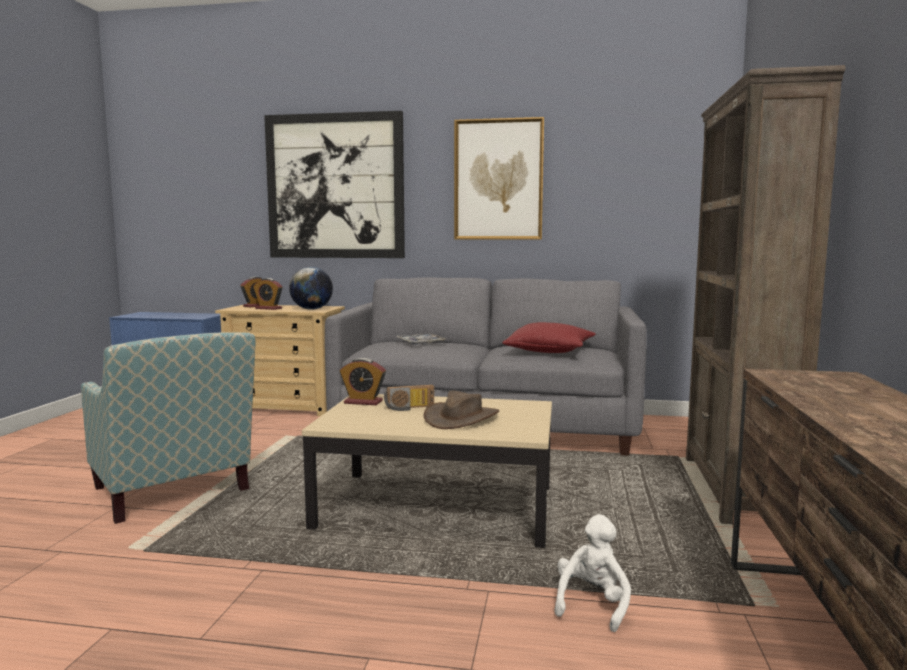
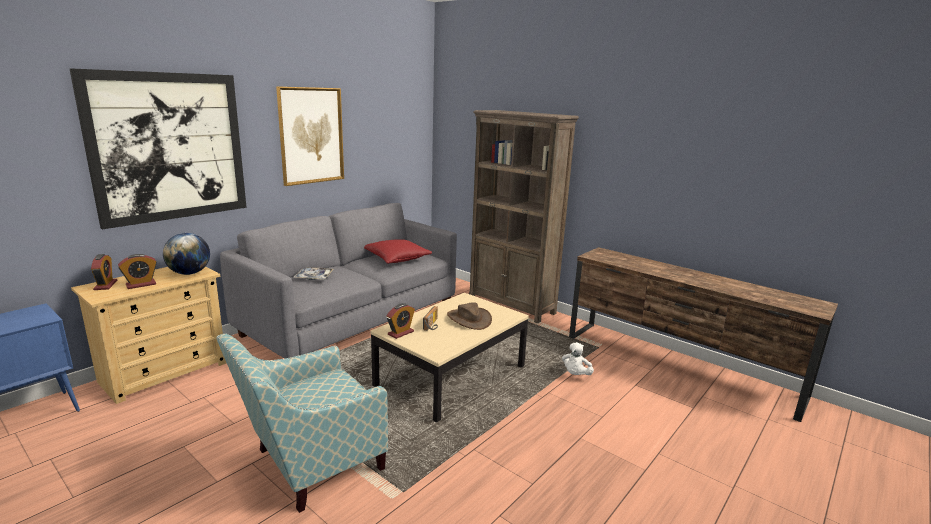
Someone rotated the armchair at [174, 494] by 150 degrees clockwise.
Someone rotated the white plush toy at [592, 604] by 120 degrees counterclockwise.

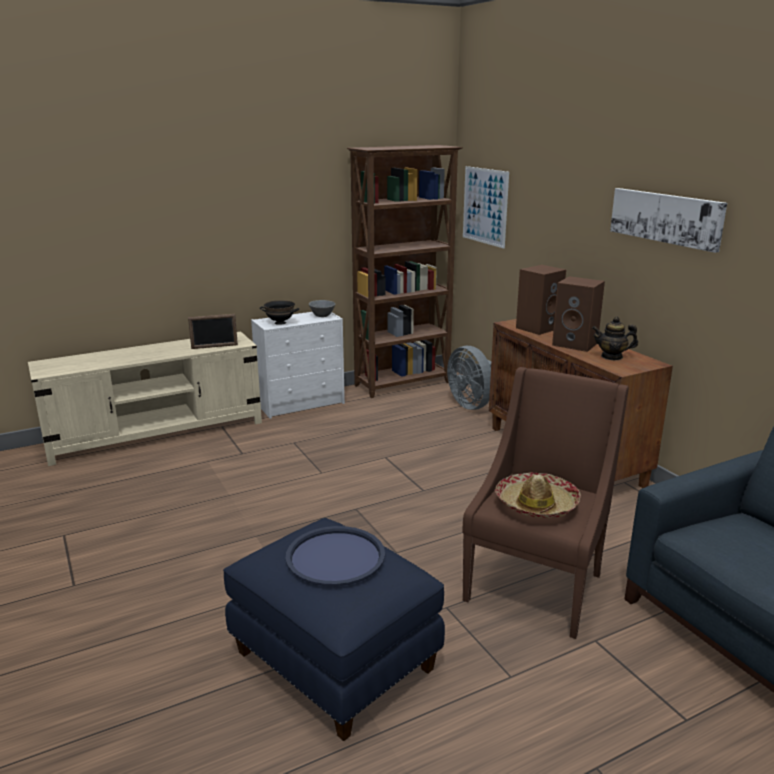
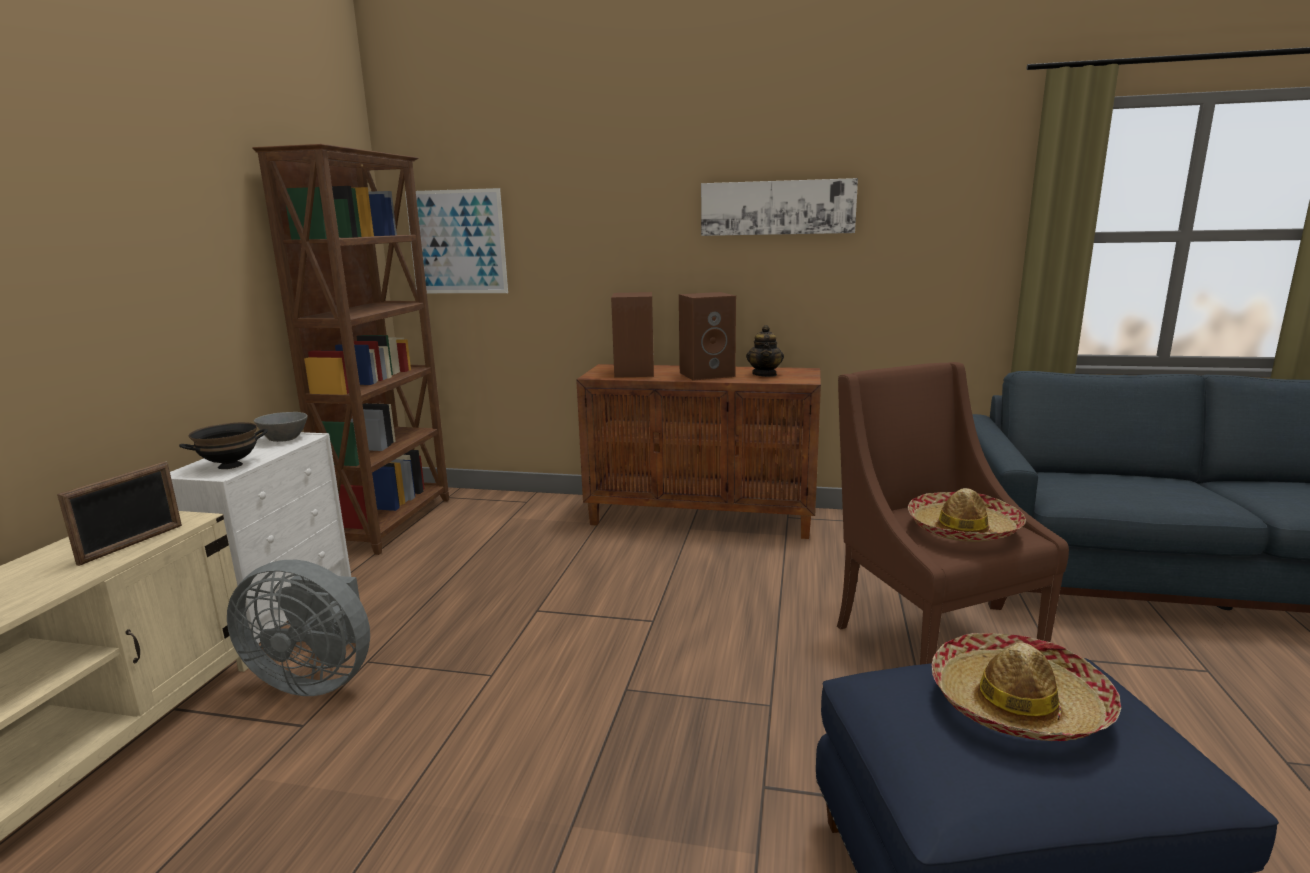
Someone carried the grey fan from [473, 405] to [316, 679].
Someone swapped the blue tray at [335, 557] for the hat at [1018, 703].
Someone rotated the teapot at [612, 357] by 45 degrees counterclockwise.

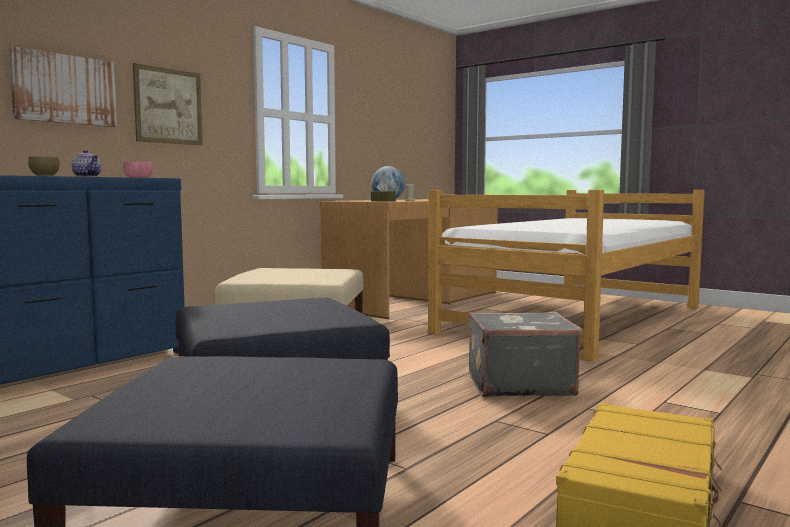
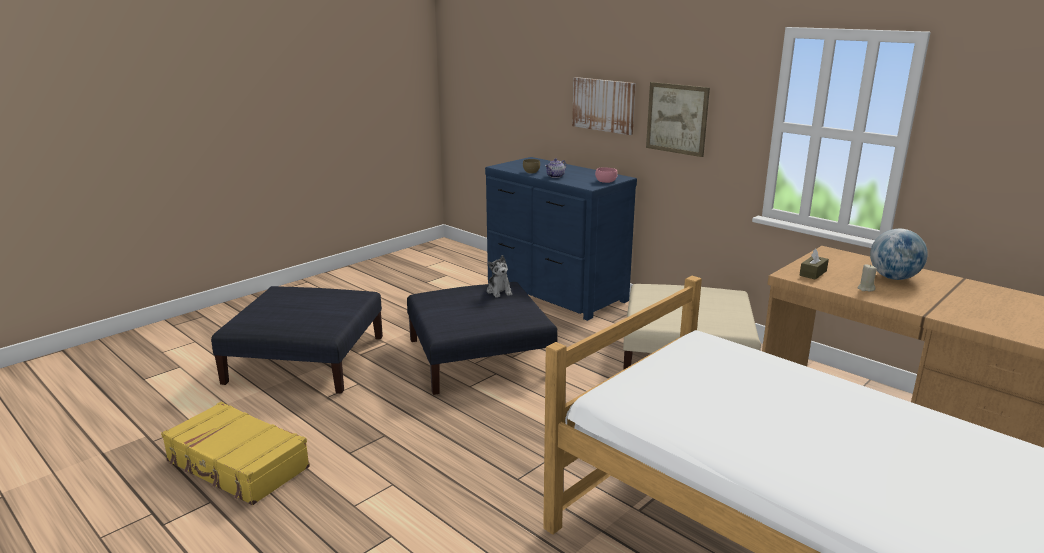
Someone took away the grey suitcase at [518, 384].
Someone put down the plush toy at [499, 291].

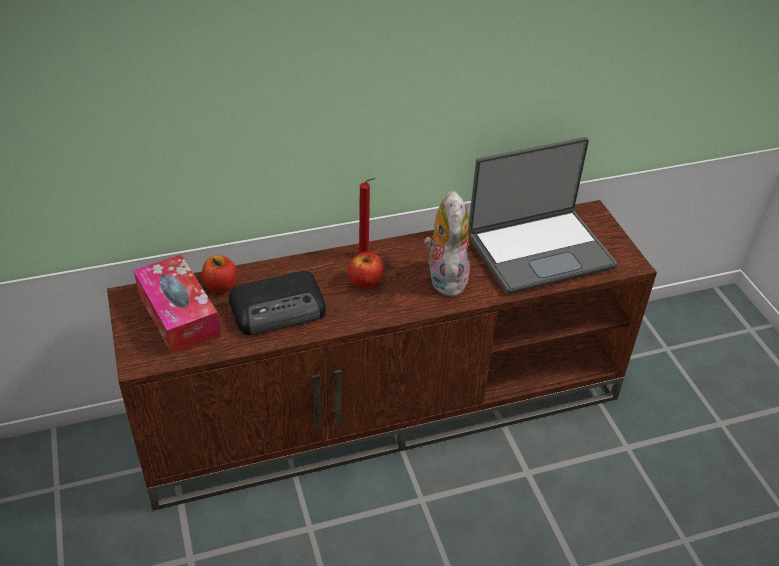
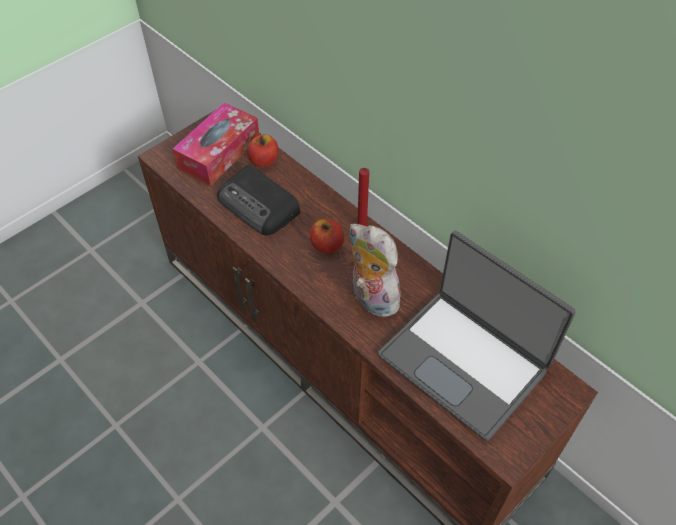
Someone rotated the plush toy at [444, 277] by 105 degrees counterclockwise.

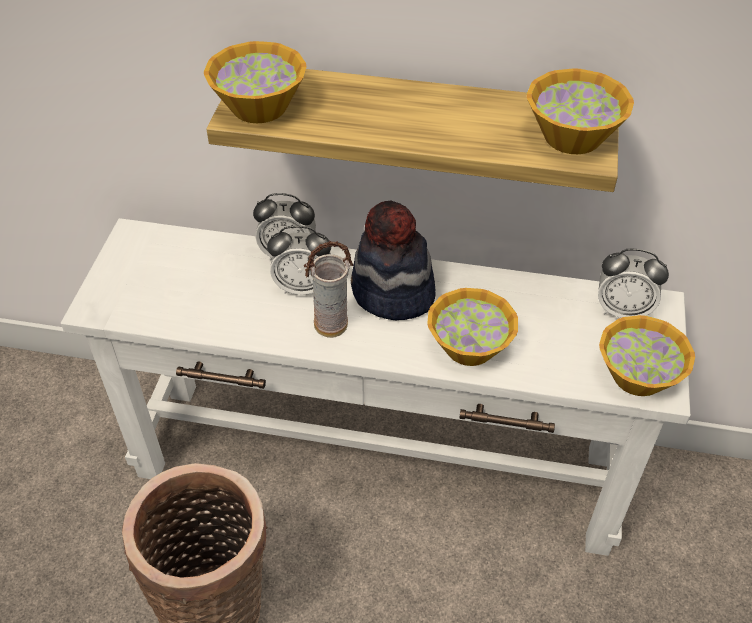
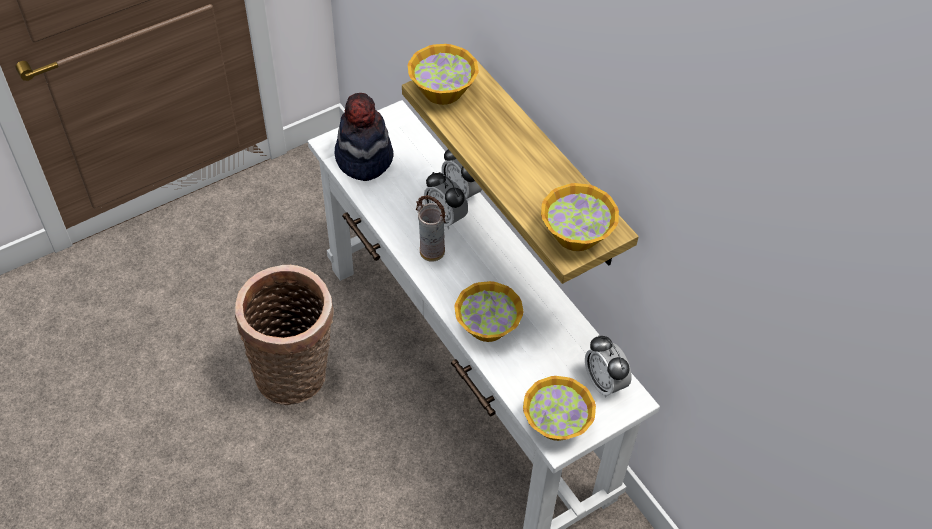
Someone carried the hat from [392, 293] to [363, 158].

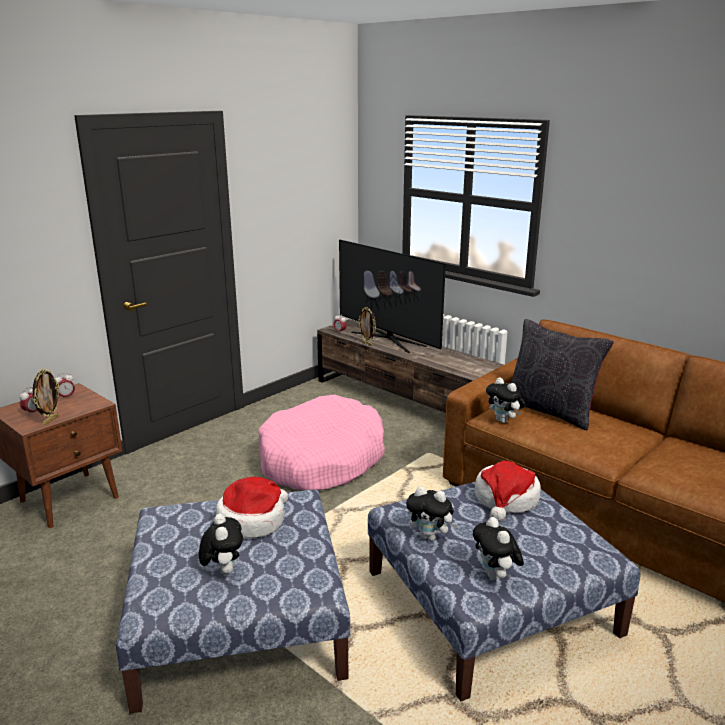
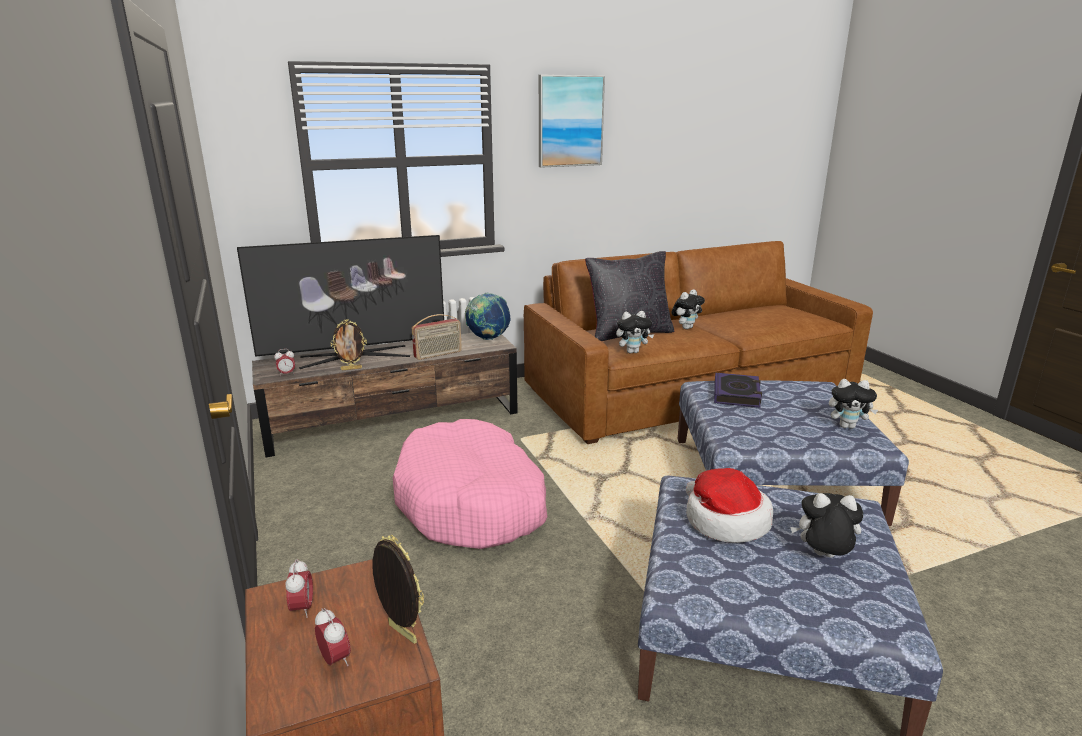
Someone put down the radio at [438, 355].
Someone put down the globe at [488, 338].
Someone put up the picture at [570, 121].
Someone carried the plush toy from [430, 537] to [686, 327].
Someone swapped the hat at [506, 499] for the book at [736, 394].

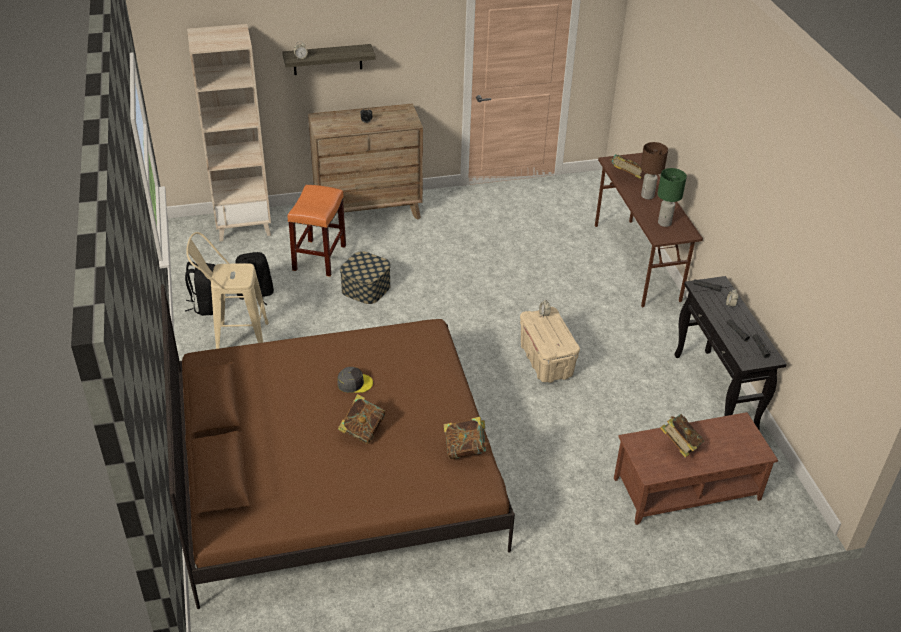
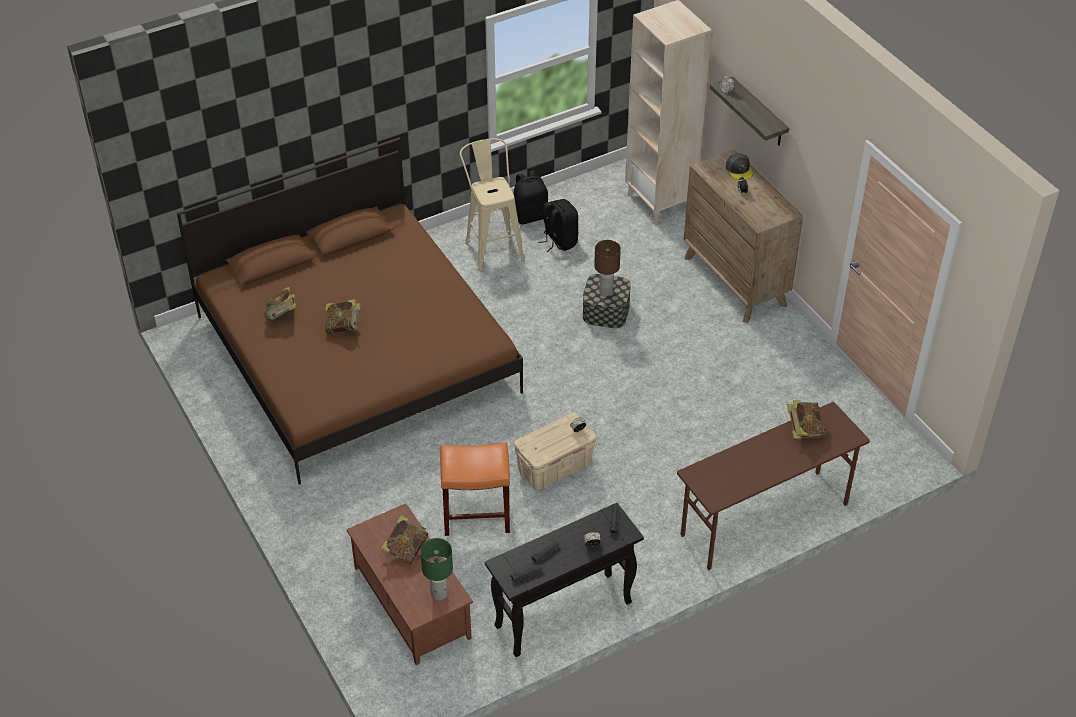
Someone carried the orange stool from [319, 258] to [475, 516].
Someone carried the grey cap from [354, 383] to [739, 169].
Someone carried the book from [465, 449] to [282, 314].
Someone carried the brown table lamp from [647, 196] to [605, 291].
Someone carried the green table lamp from [664, 223] to [439, 594].

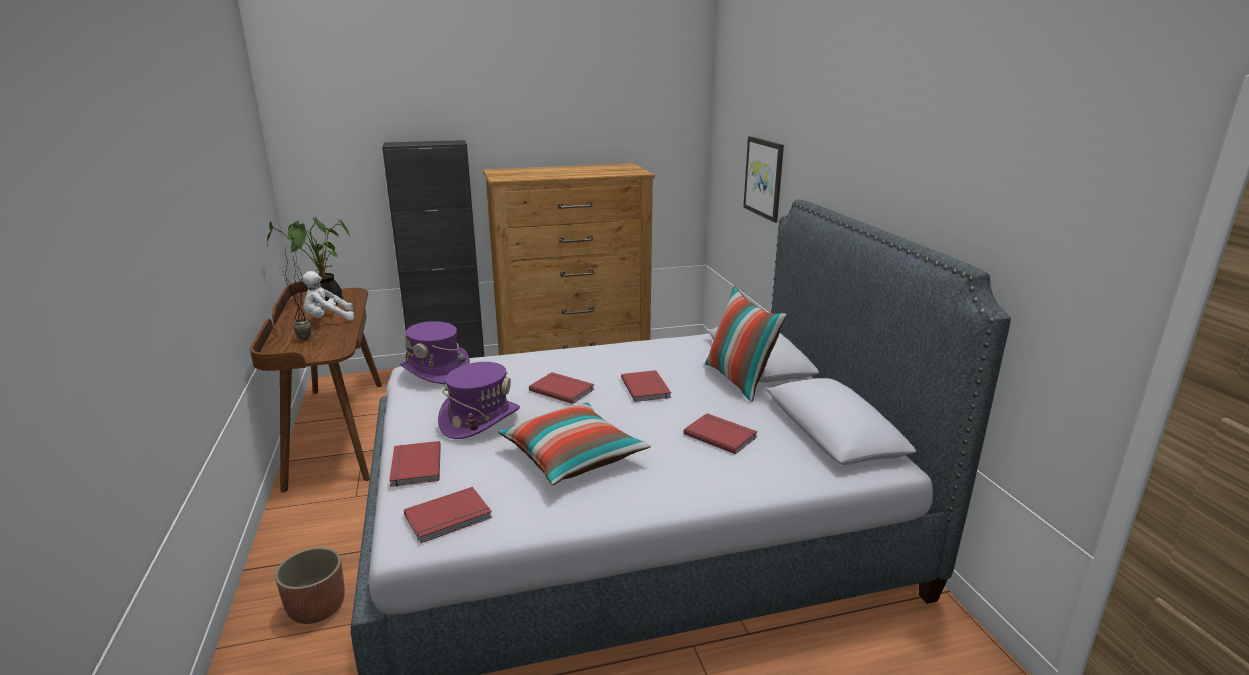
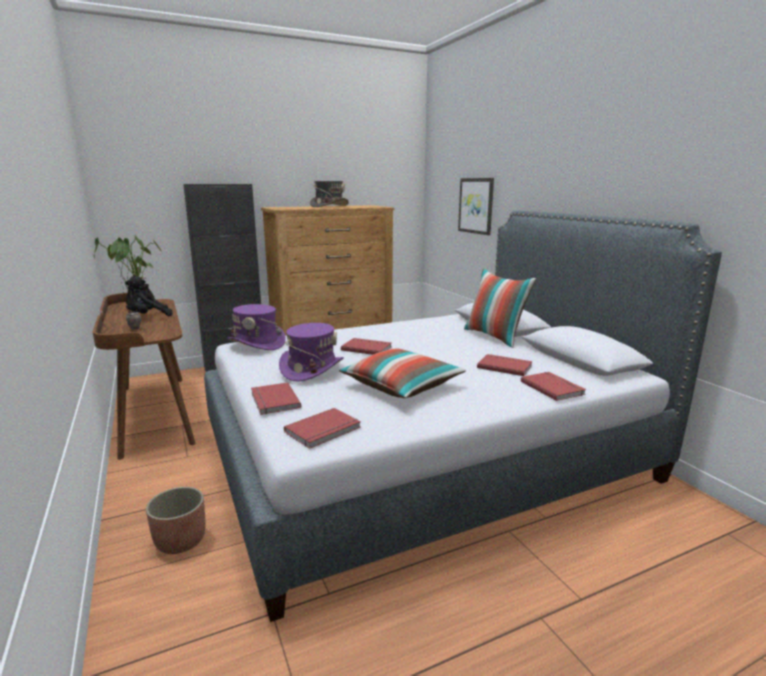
Someone put down the grey hat at [329, 206].
Someone carried the red book from [647, 387] to [553, 387].
Someone repainted the white plush toy at [328, 319], which became the black plush toy at [149, 317].

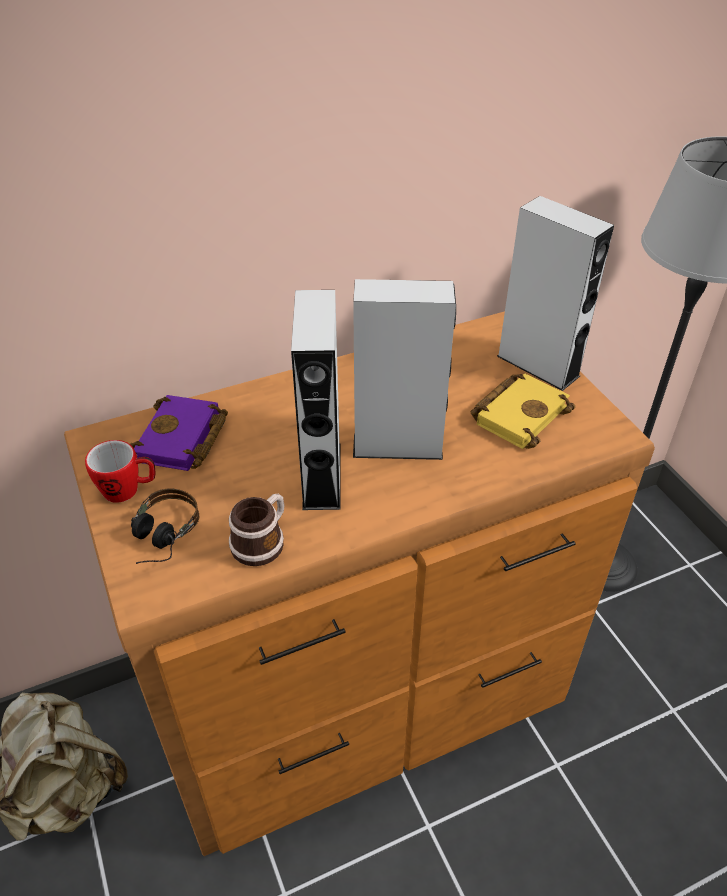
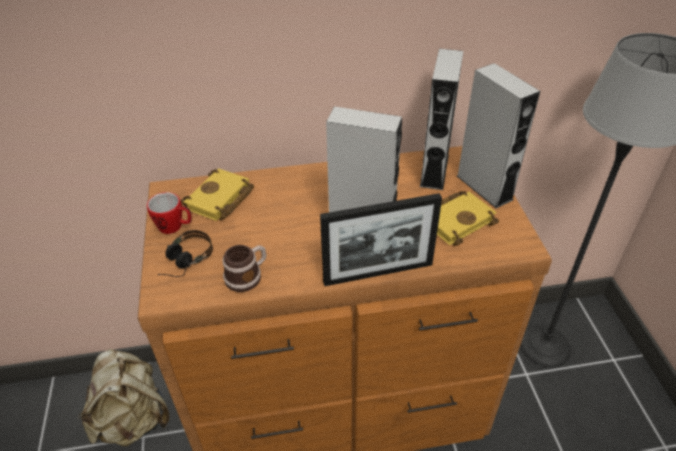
Someone put down the picture frame at [378, 273].
Someone carried the grey speaker from [322, 475] to [434, 170].
Someone repainted the purple book at [182, 441], which became the yellow book at [220, 200].

